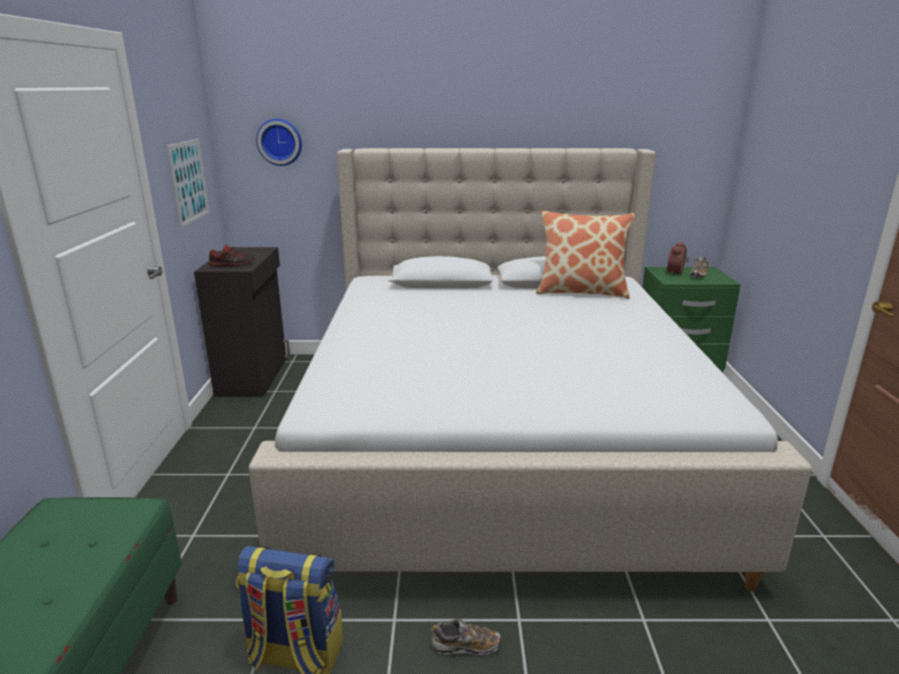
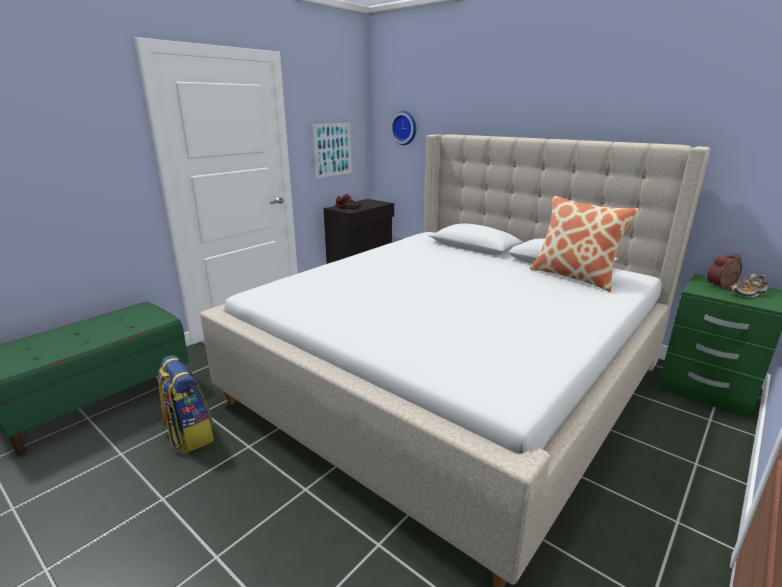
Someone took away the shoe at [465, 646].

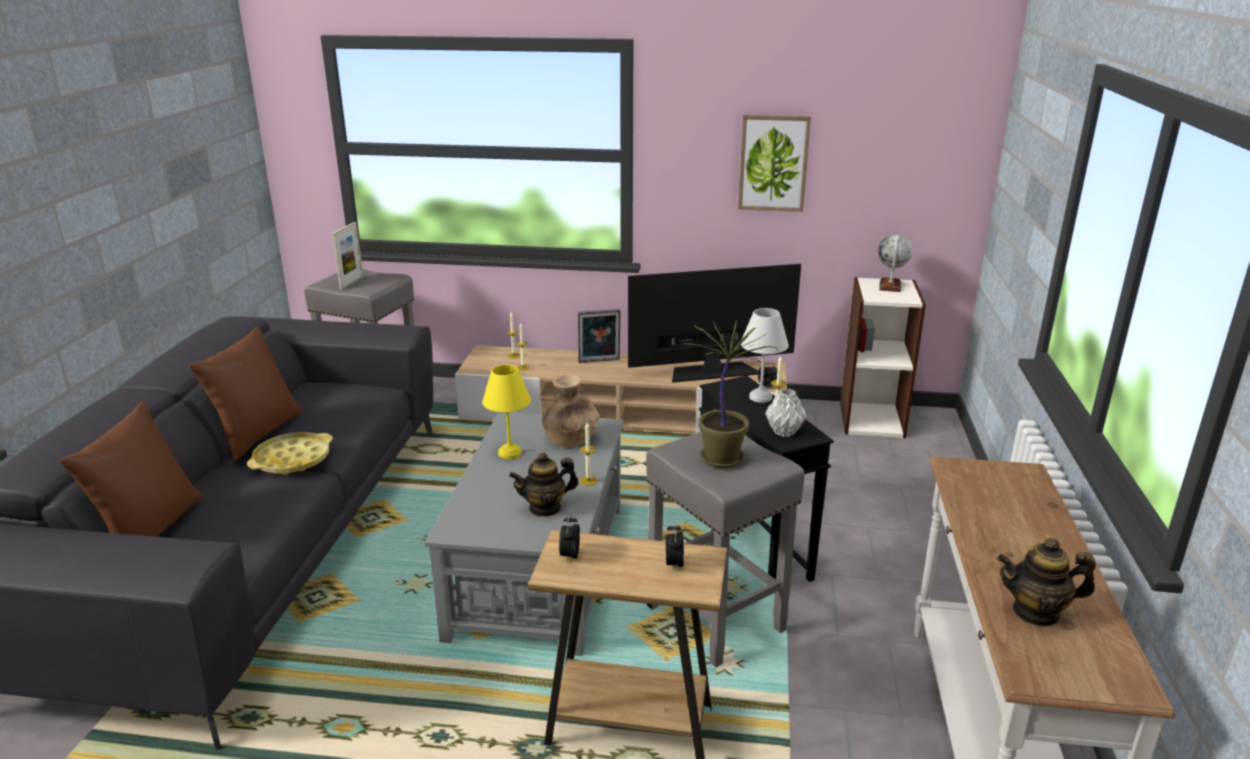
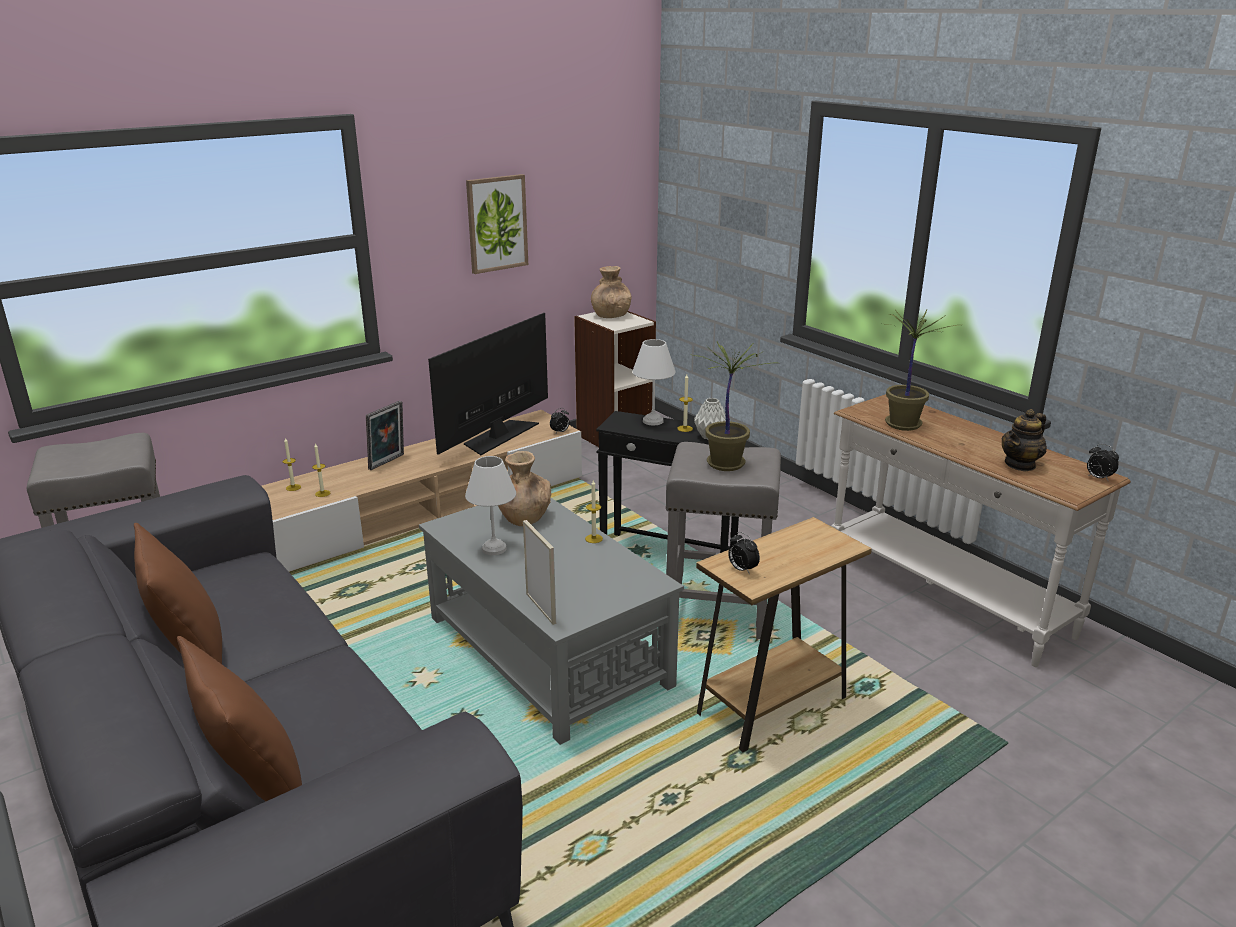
Someone took away the yellow tray at [292, 459].
Someone took away the teapot at [545, 508].
Someone put down the potted plant at [902, 424].
Someone carried the picture frame from [351, 282] to [541, 608].
Someone carried the alarm clock from [674, 564] to [1098, 478].
Someone swapped the globe at [890, 286] for the brown vase at [611, 315].
Someone repainted the yellow table lamp at [510, 452], which became the white table lamp at [494, 548].

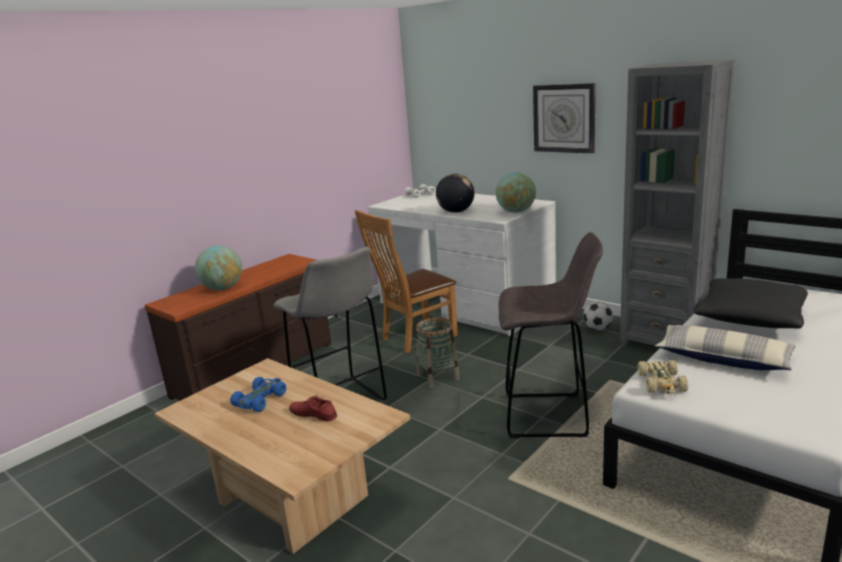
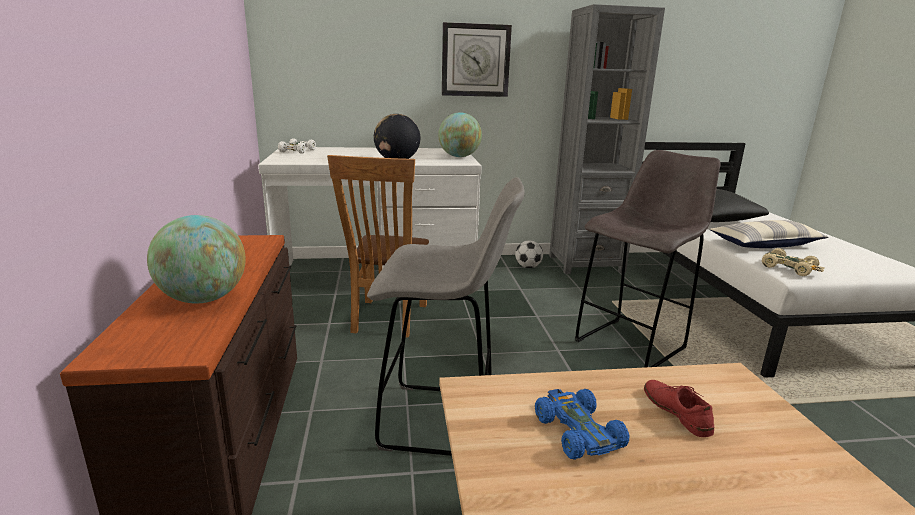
Someone took away the basket at [438, 377].
Someone rotated the red shoe at [313, 414] by 90 degrees clockwise.

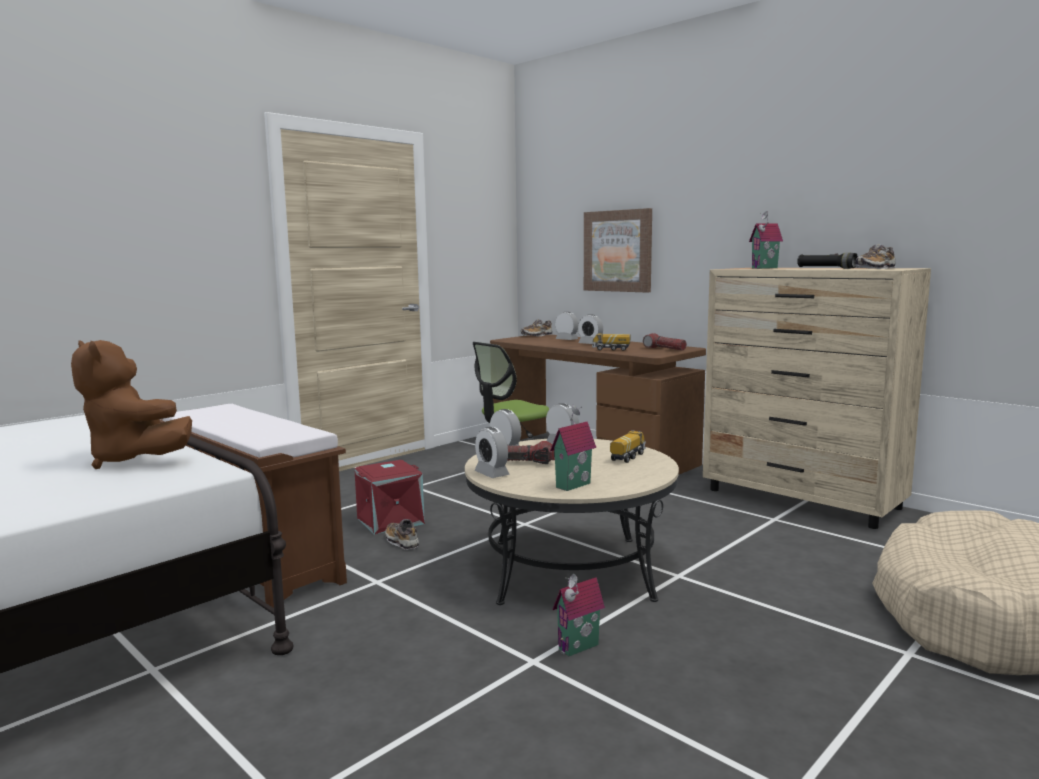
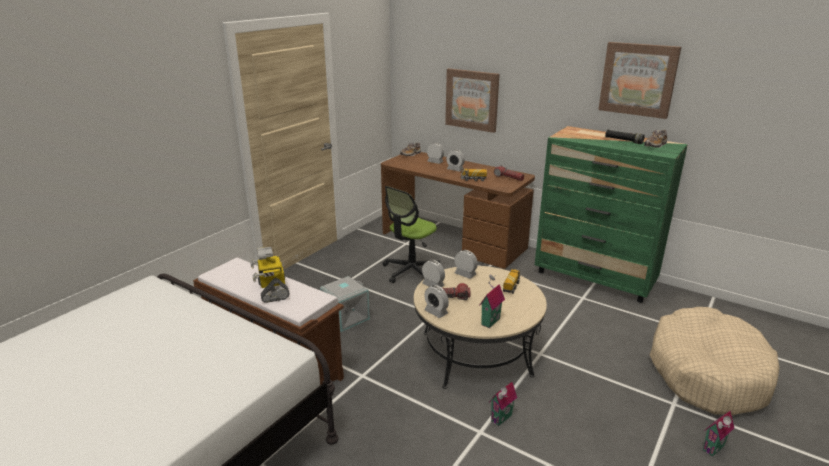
Someone took away the brown plush toy at [134, 460].
Someone took away the shoe at [402, 542].
Someone put down the toy robot at [272, 290].
Someone put up the picture at [638, 79].
Someone carried the toy house from [765, 268] to [714, 449].
Someone repainted the red storage box at [390, 520], which became the grey storage box at [345, 317].
Someone repainted the beige dresser at [802, 499], which became the green dresser at [595, 278].

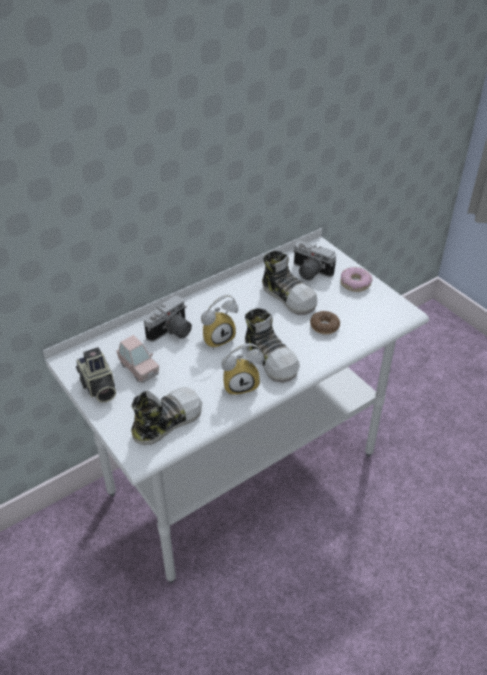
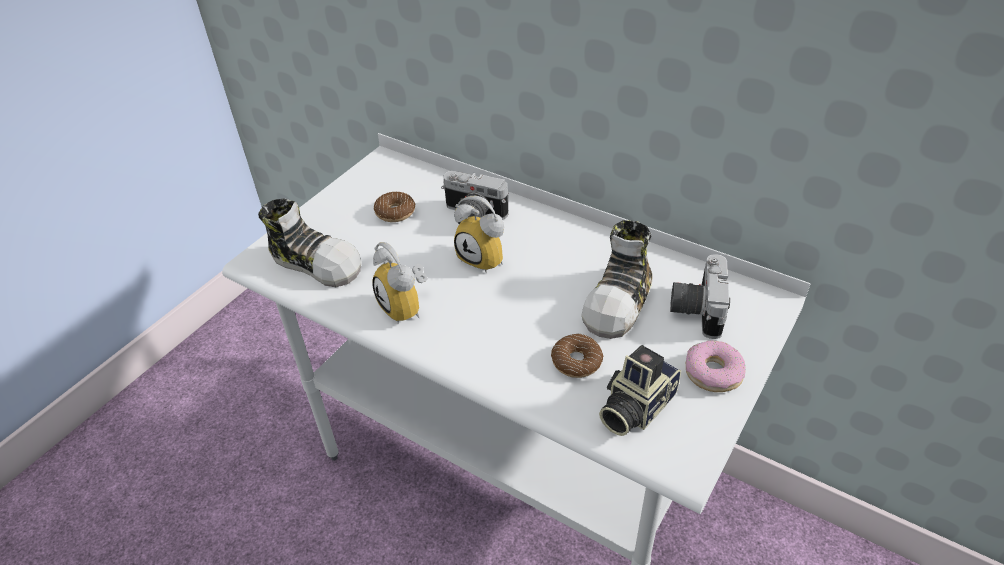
Someone took away the shoe at [271, 358].
Someone carried the photo camera from [98, 387] to [634, 407].
Someone swapped the pink toy car at [139, 368] for the donut at [395, 212].

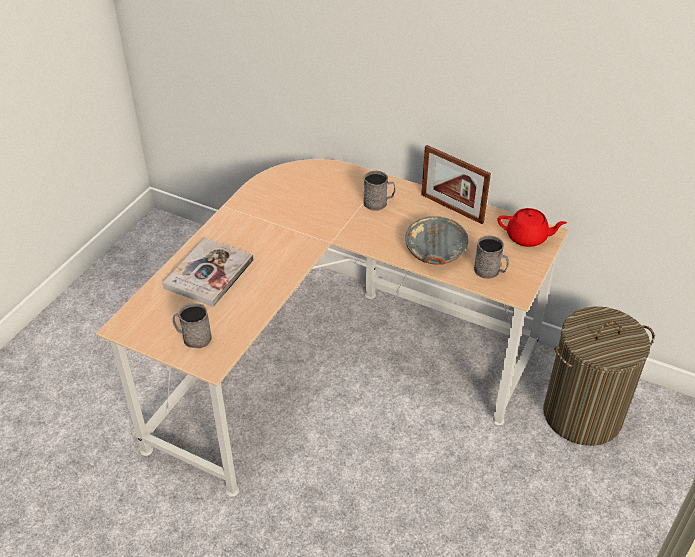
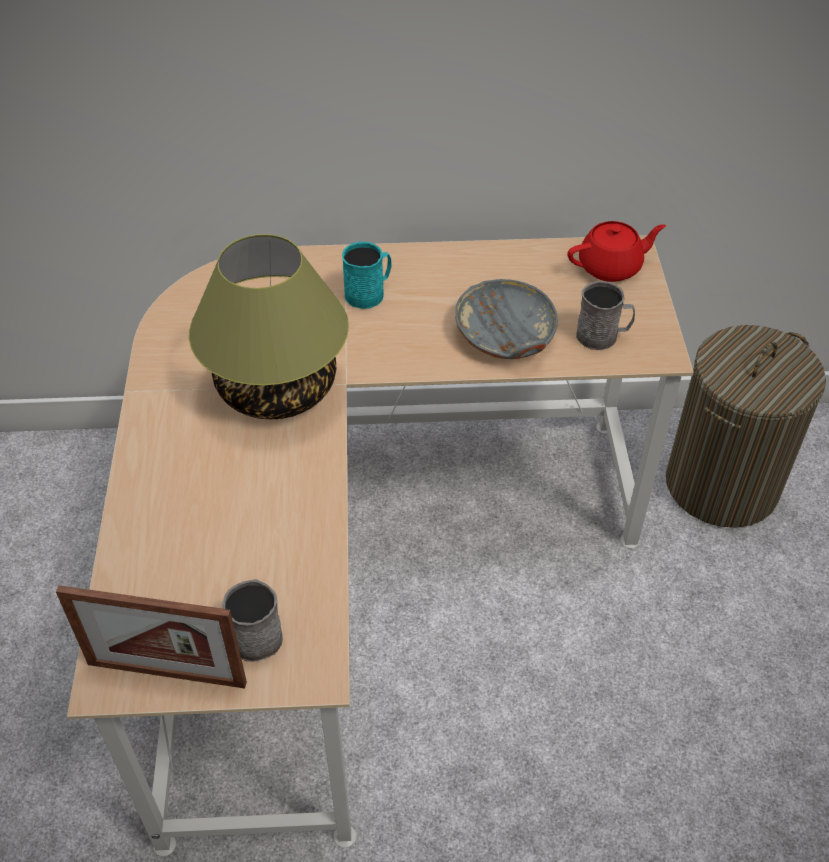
Someone took away the book at [209, 274].
Someone put down the table lamp at [276, 389].
Someone carried the picture frame from [452, 208] to [166, 673].
Someone repainted the grey mug at [378, 203], which became the turquoise mug at [369, 293].

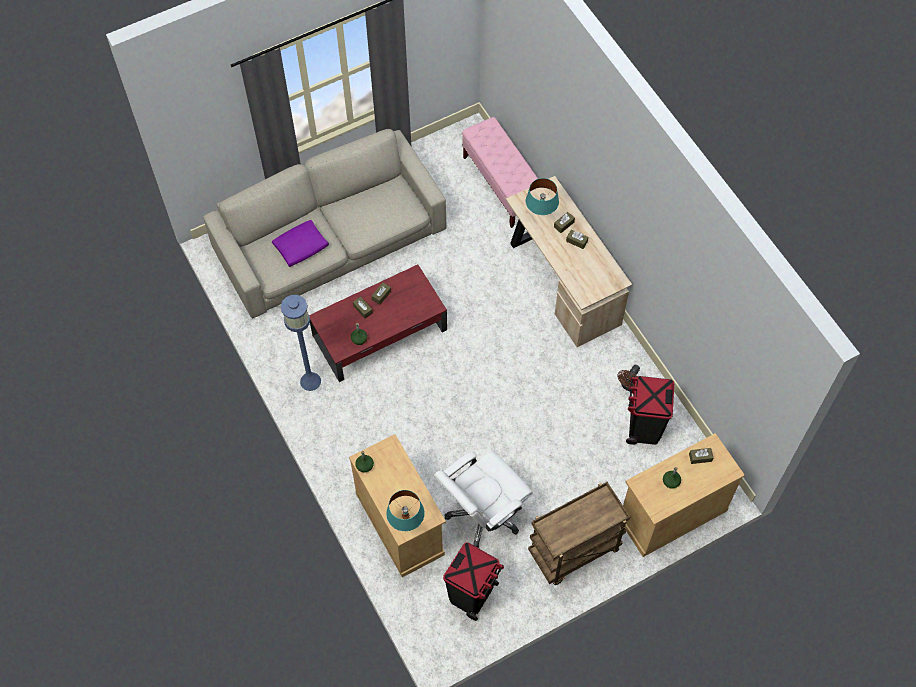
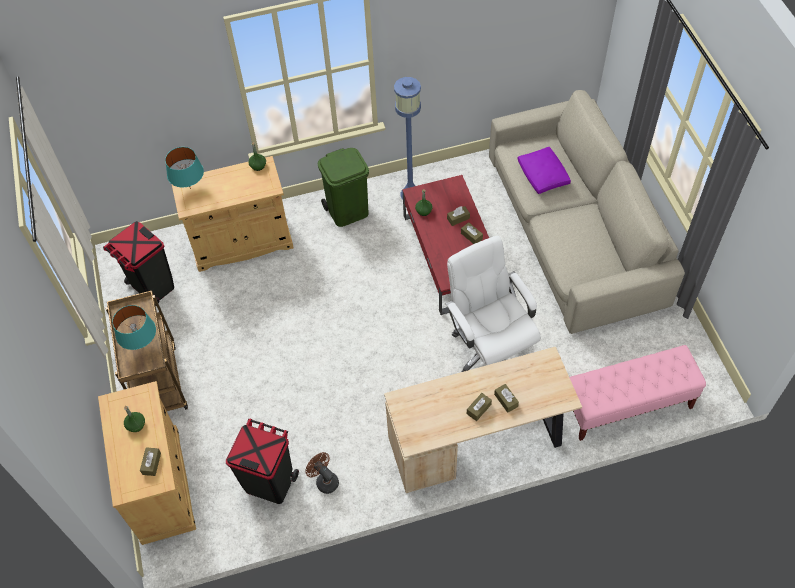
Someone put down the green trash can at [348, 211].
Someone carried the white office chair from [483, 515] to [489, 348].
Someone carried the turquoise table lamp from [541, 213] to [142, 345].

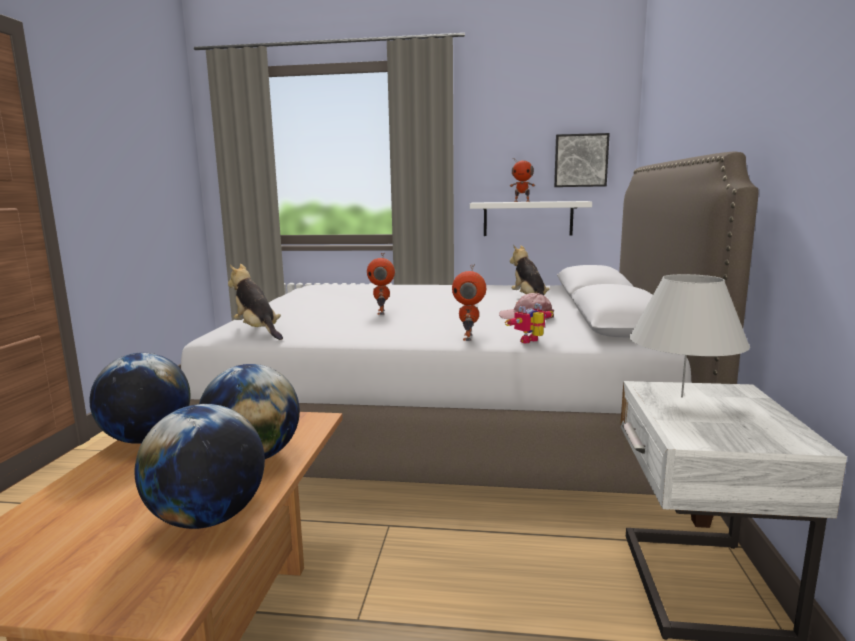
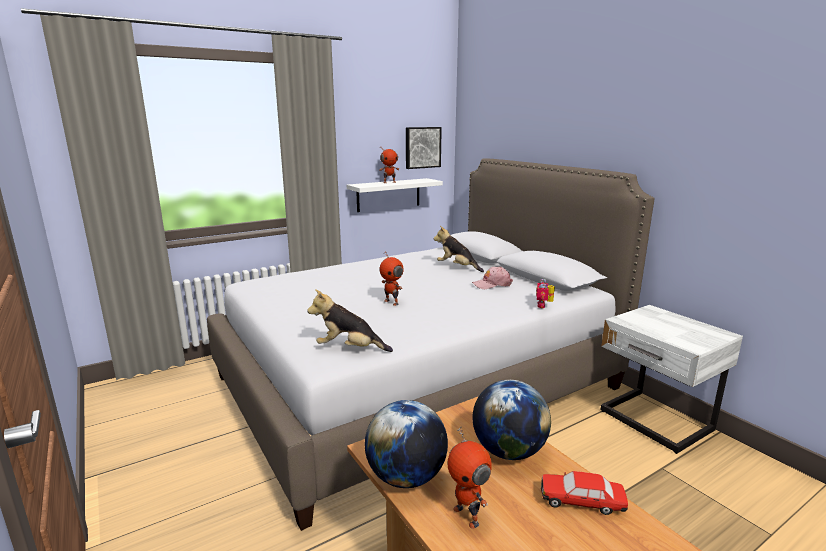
Someone took away the white table lamp at [681, 397].
Someone carried the toy robot from [469, 337] to [467, 515].
Someone swapped the globe at [208, 518] for the toy car at [581, 501].

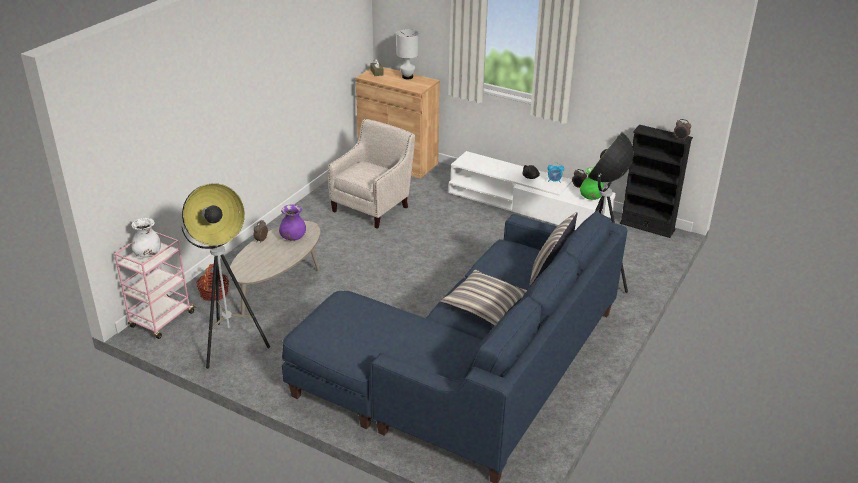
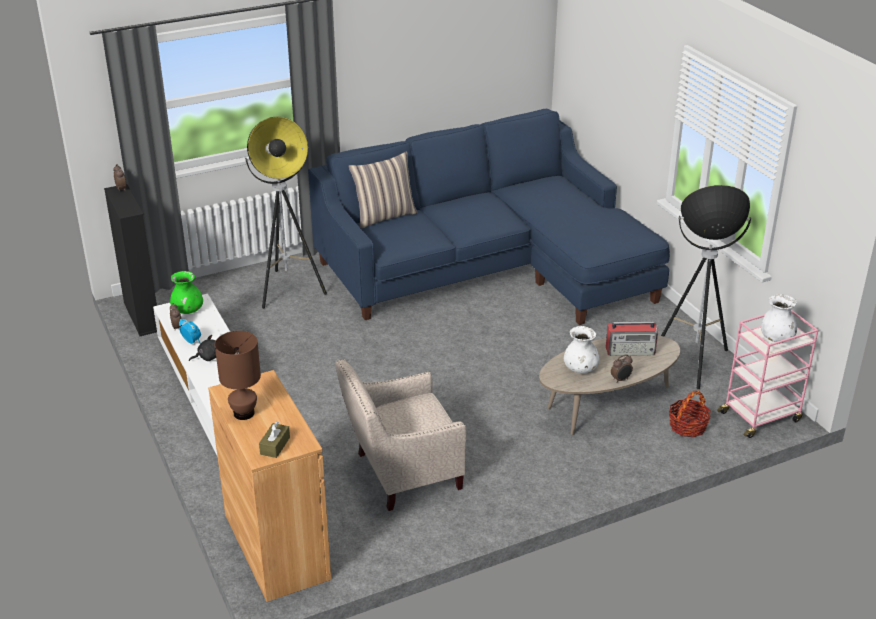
Someone took away the pillow at [485, 305].
Someone put down the radio at [631, 350].
Someone repainted the purple vase at [293, 237], which became the white vase at [580, 369].
Someone repainted the white table lamp at [407, 77], which became the brown table lamp at [244, 413].

